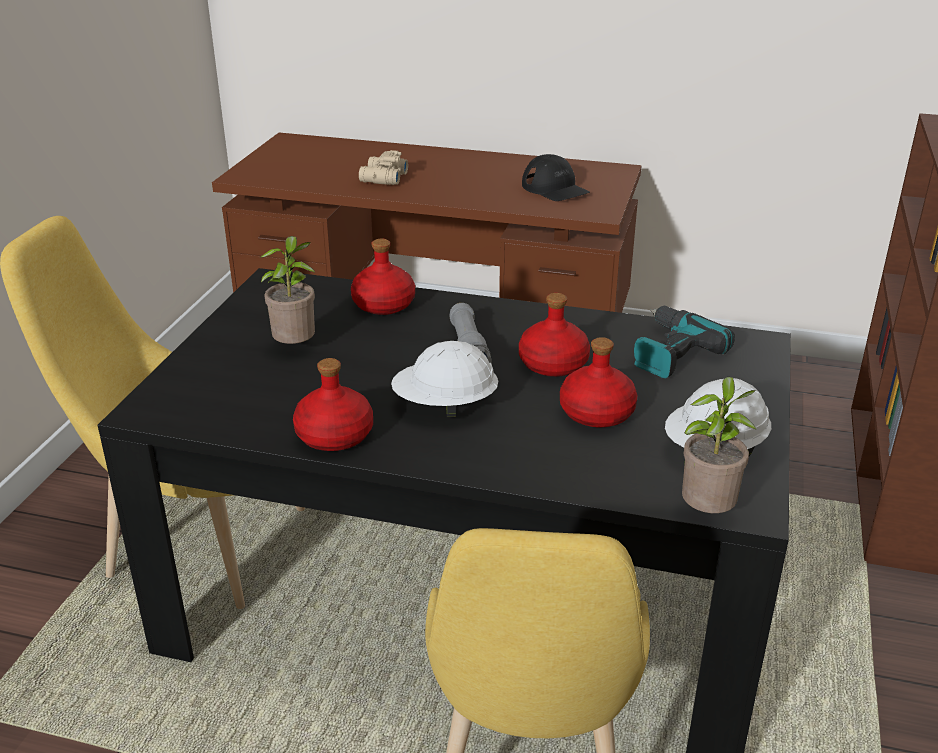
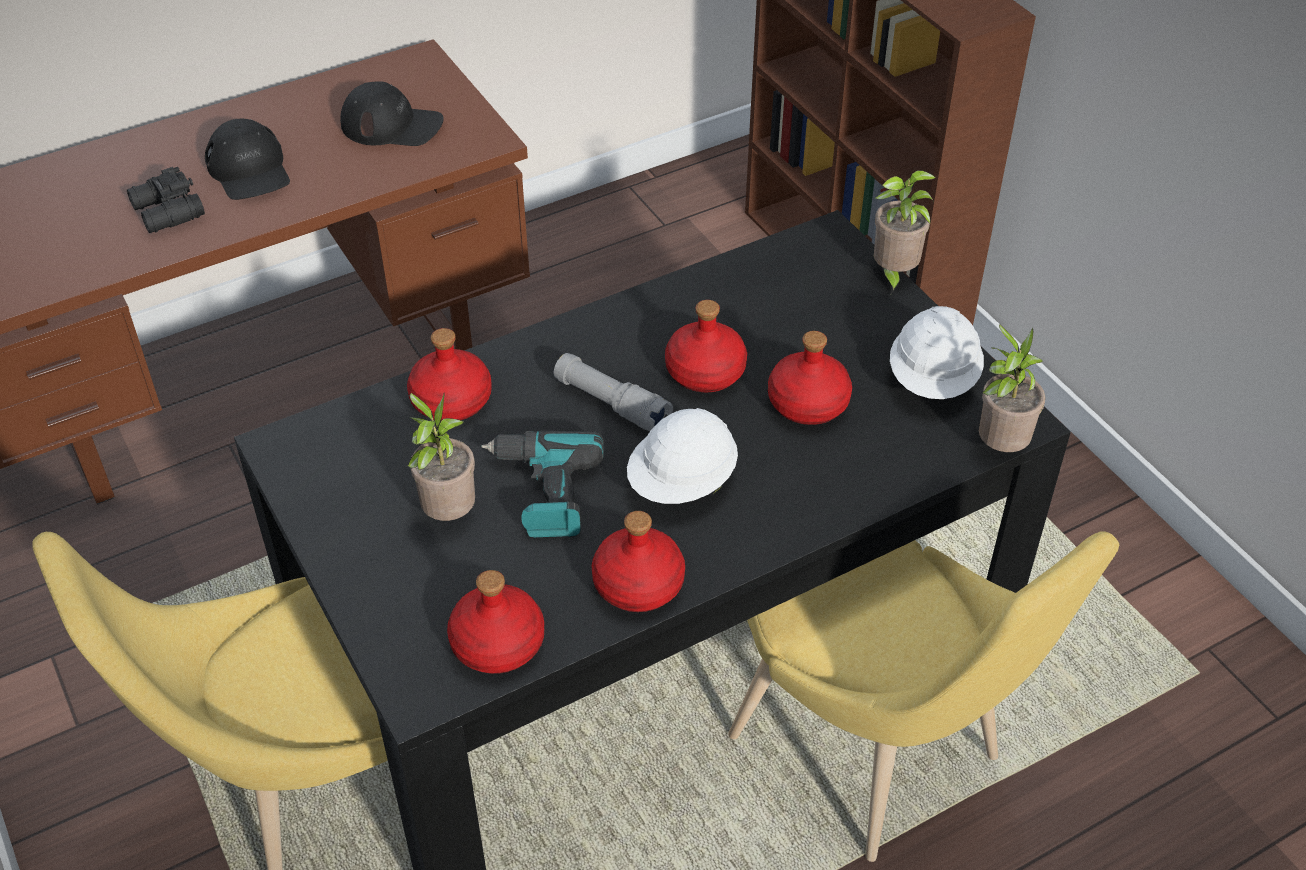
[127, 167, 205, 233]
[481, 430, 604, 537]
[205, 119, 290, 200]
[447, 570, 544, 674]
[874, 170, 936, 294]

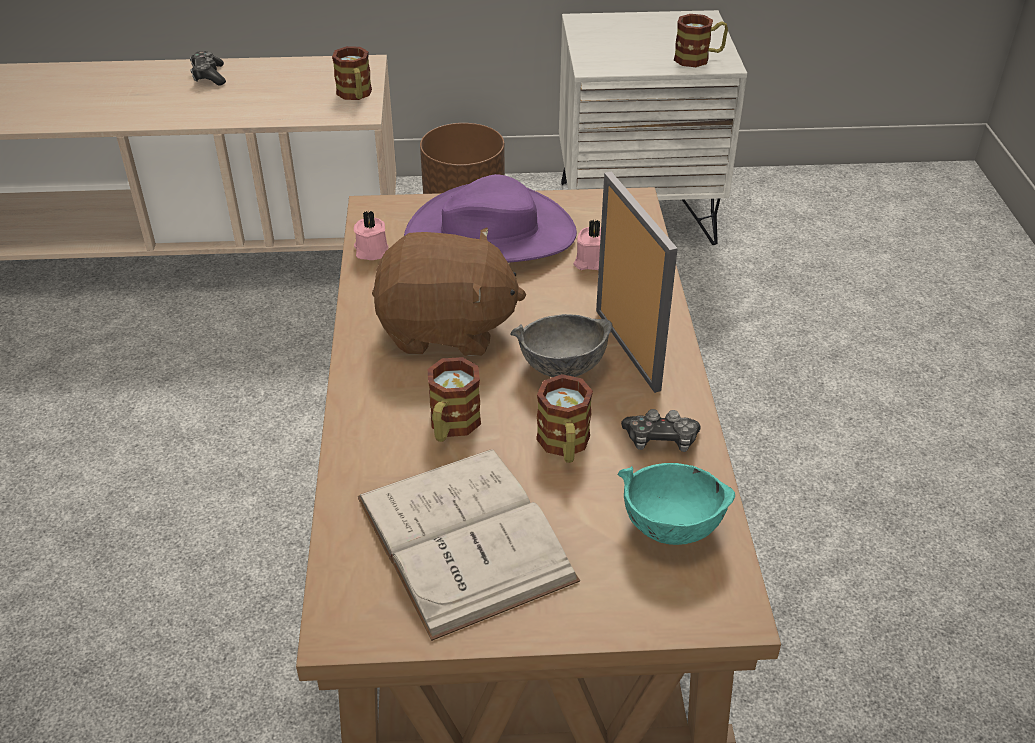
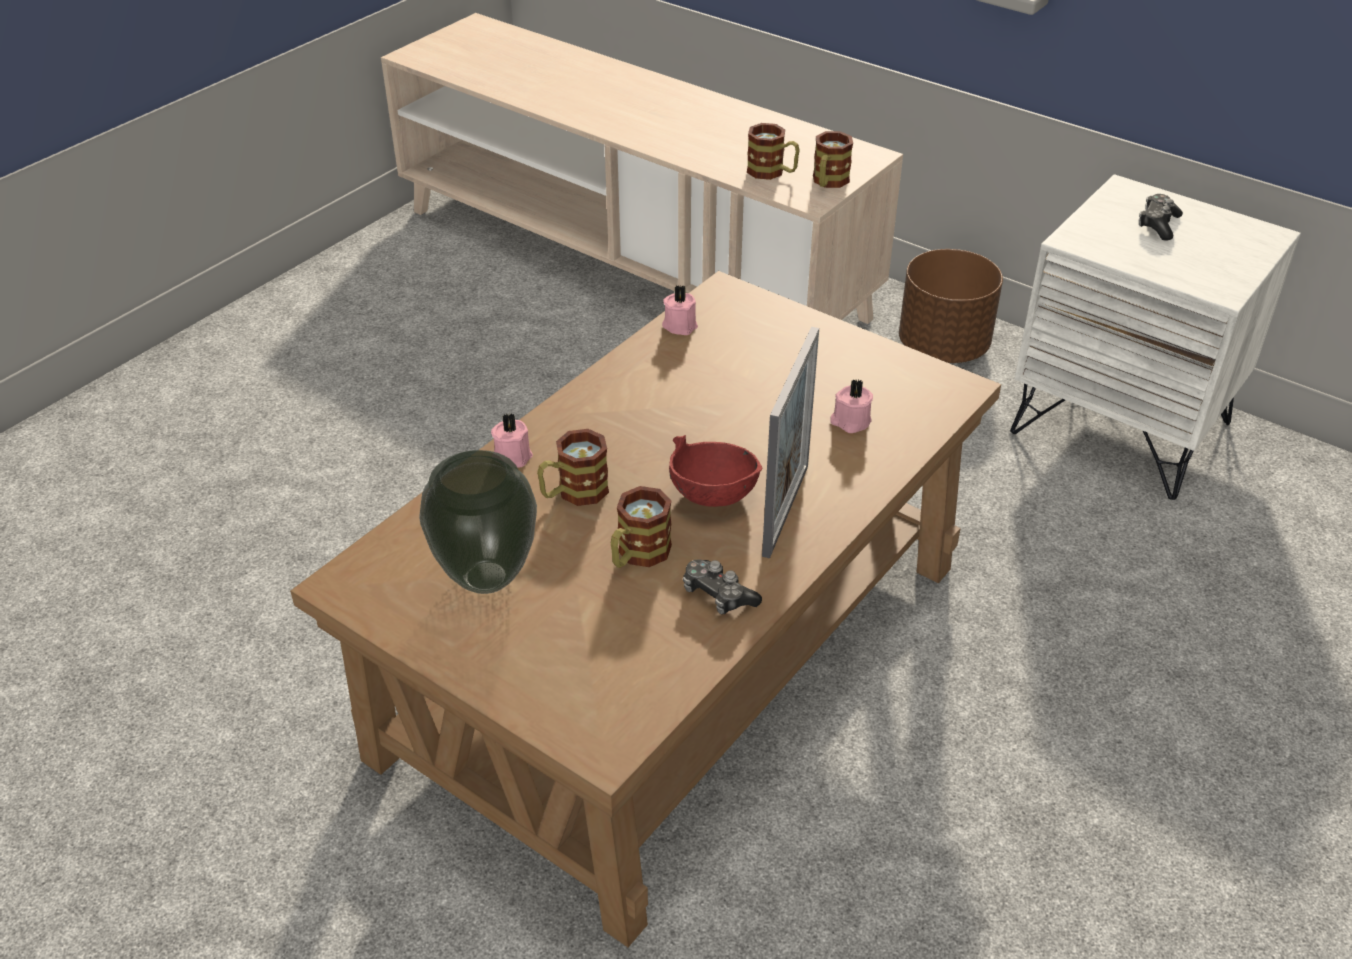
[1139, 194, 1183, 241]
[419, 450, 537, 594]
[372, 228, 526, 356] (first image)
[404, 174, 577, 263] (first image)
[669, 435, 763, 507]
[617, 463, 735, 545] (first image)
[747, 123, 800, 180]
[491, 413, 533, 467]

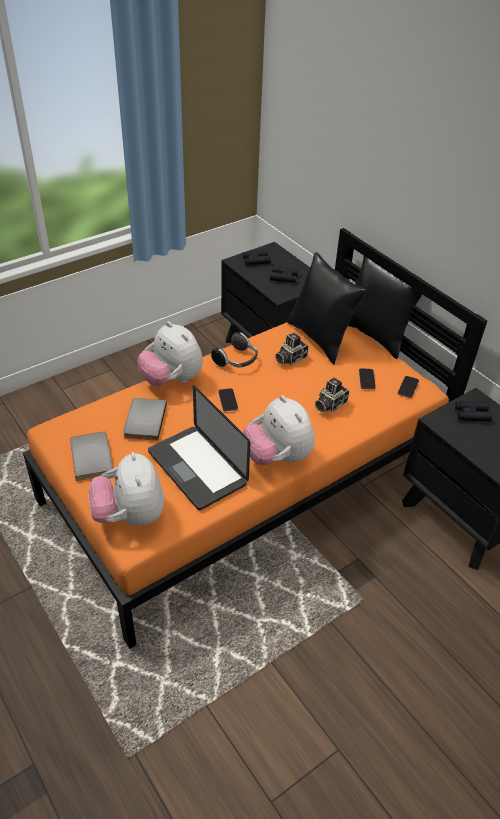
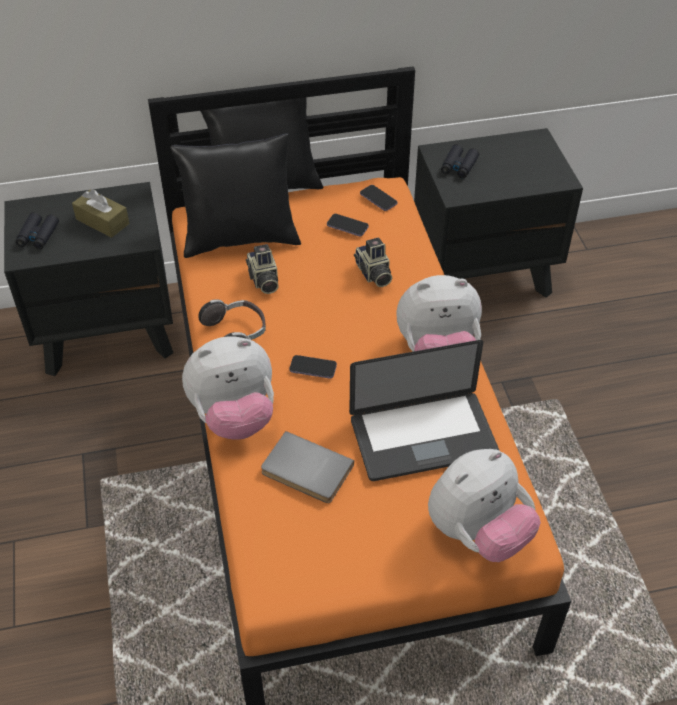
[70, 432, 113, 481] (first image)
[428, 449, 541, 562]
[72, 189, 129, 238]

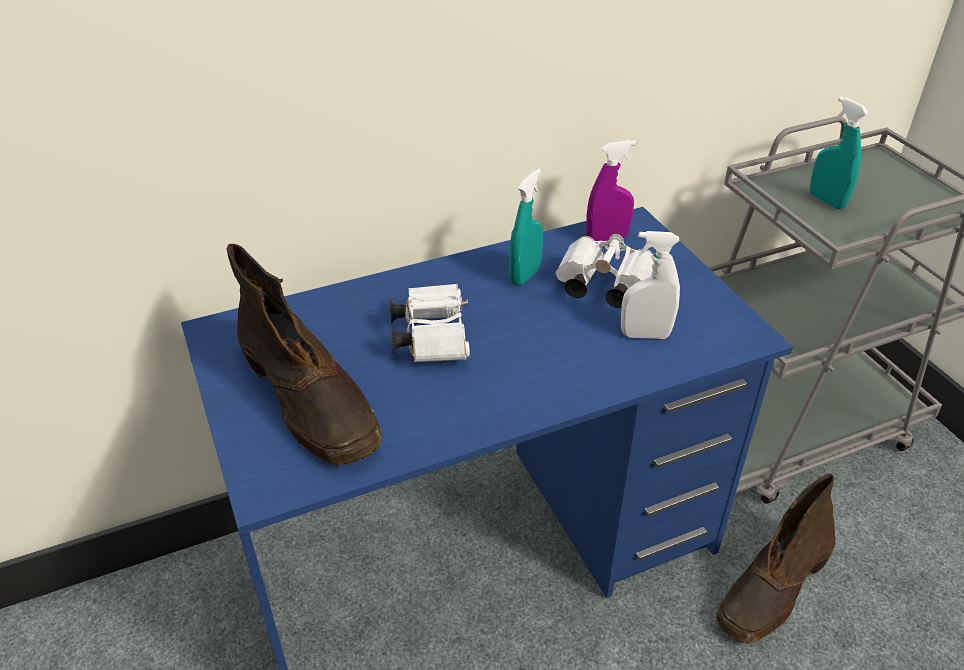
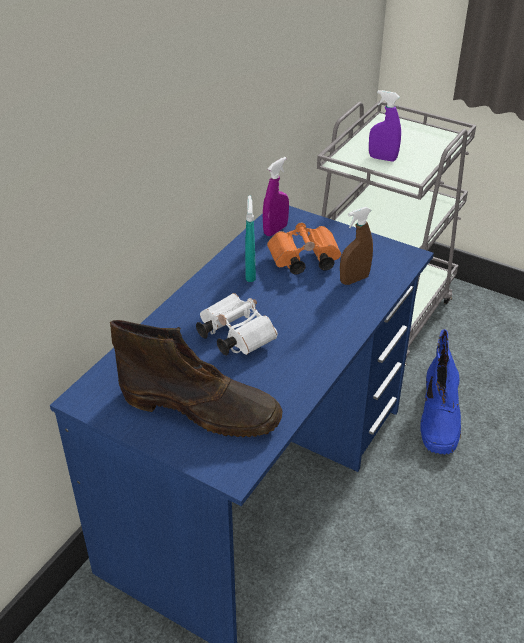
[267, 223, 341, 274]
[340, 207, 373, 285]
[420, 329, 461, 455]
[369, 90, 401, 161]

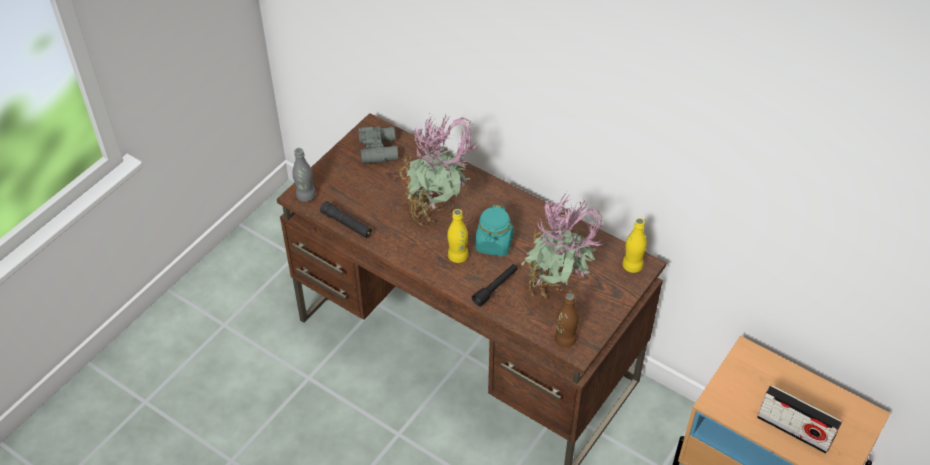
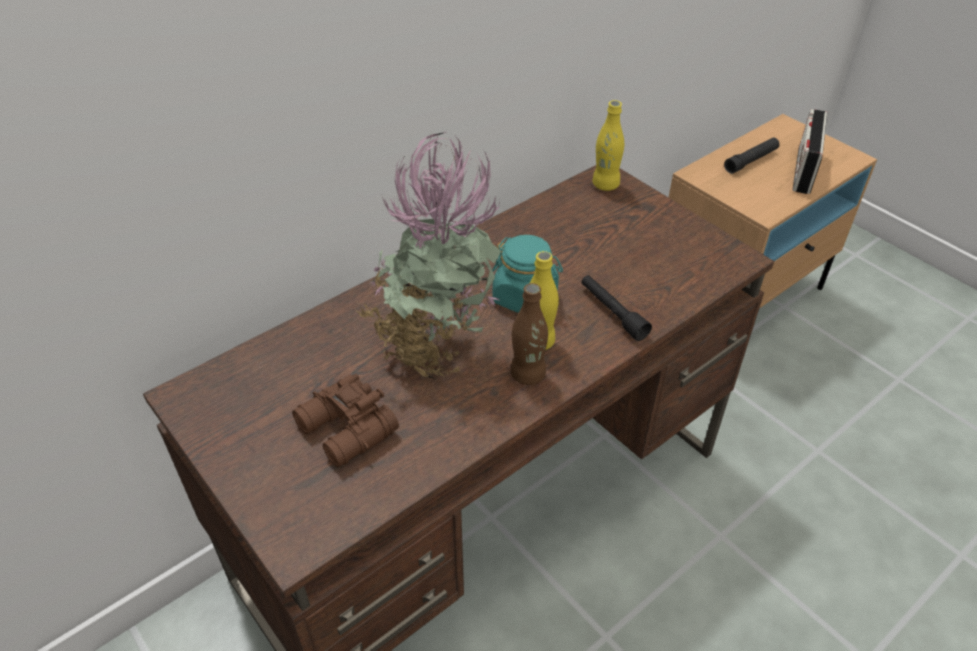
[292, 148, 316, 202] (first image)
[724, 138, 780, 174]
[358, 126, 398, 164] (first image)
[521, 192, 604, 299] (first image)
[511, 283, 548, 385]
[792, 109, 827, 194]
[292, 373, 399, 468]

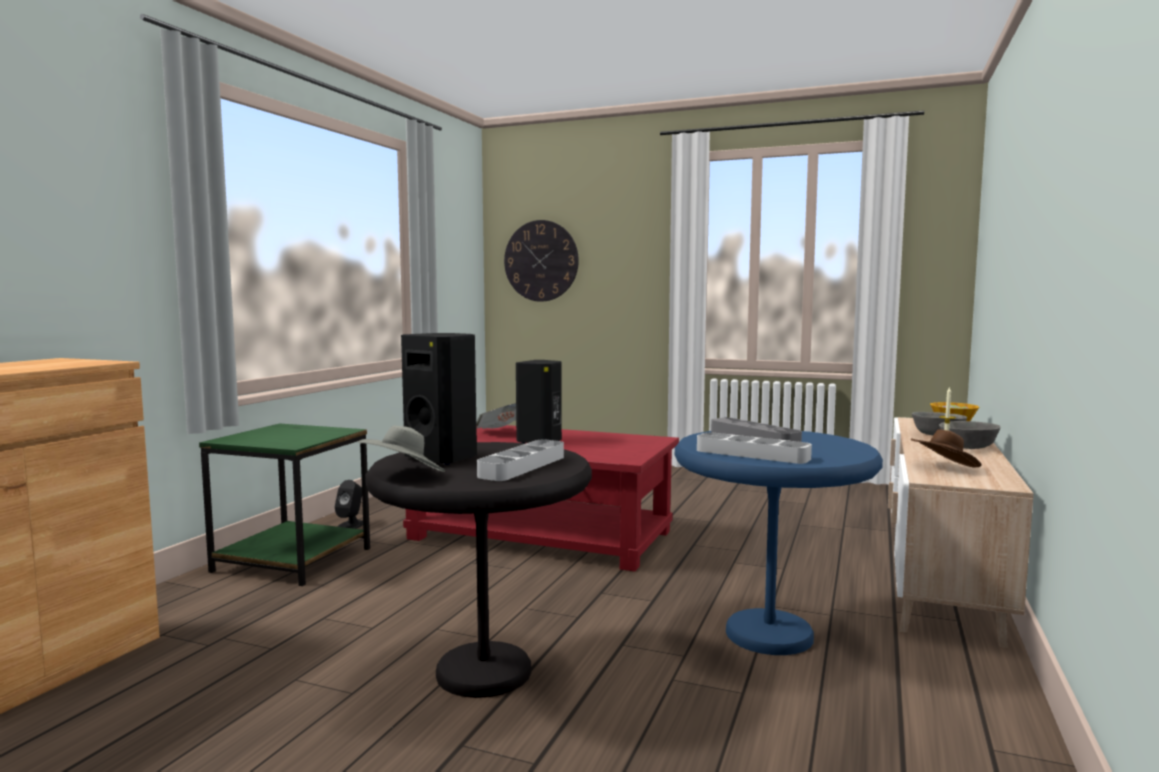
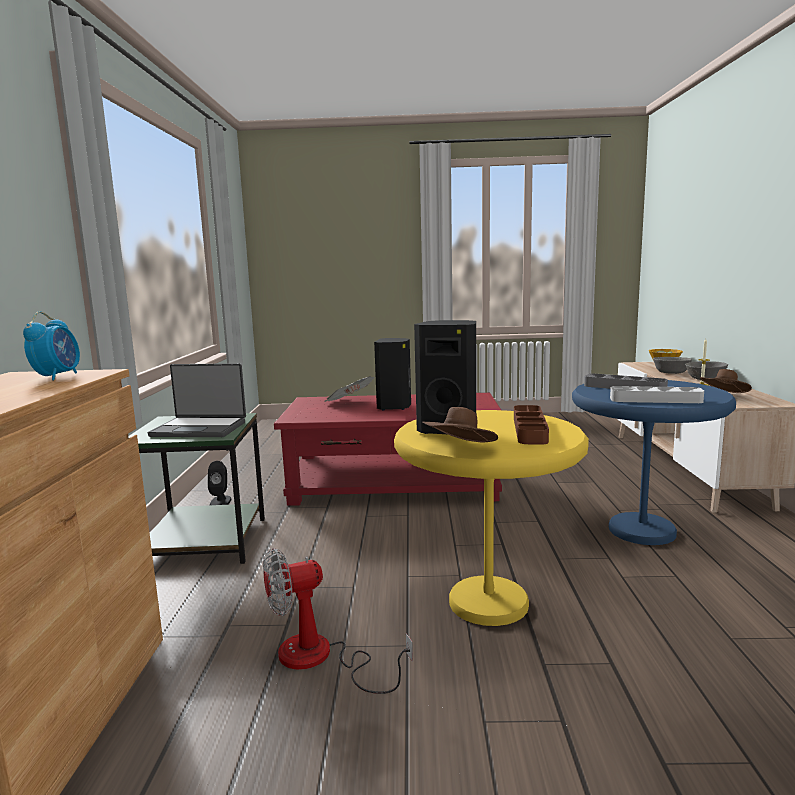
[422, 407, 498, 443]
[394, 410, 589, 626]
[514, 405, 549, 445]
[504, 220, 579, 302] (first image)
[23, 311, 80, 380]
[148, 363, 246, 437]
[263, 548, 413, 694]

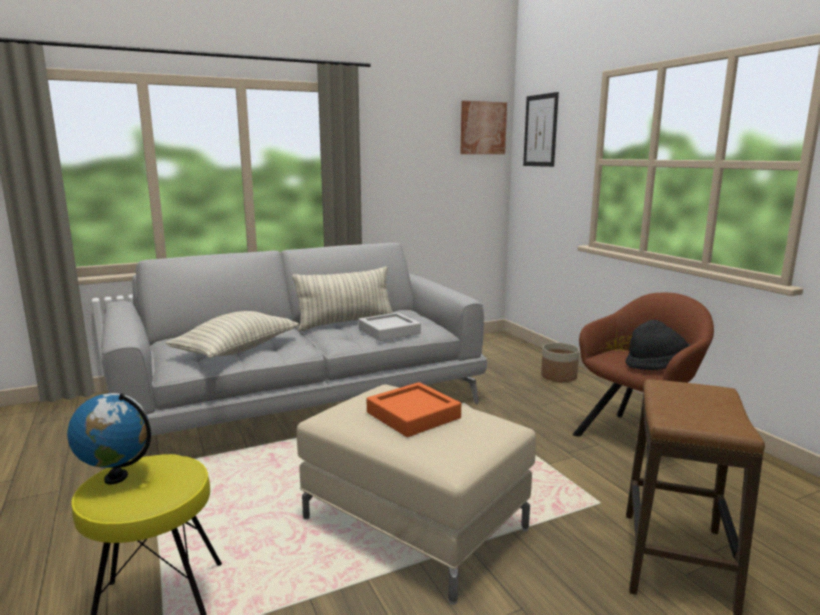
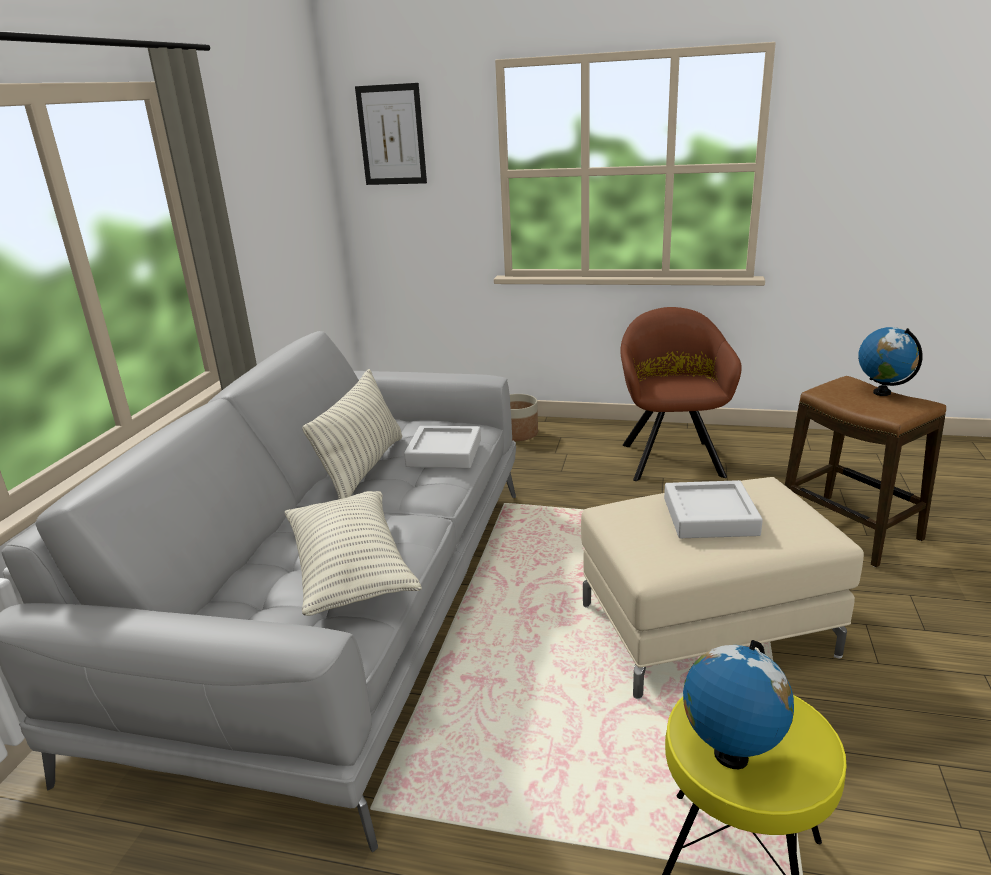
[664, 480, 763, 538]
[460, 101, 507, 154] (first image)
[626, 320, 690, 370] (first image)
[858, 327, 923, 396]

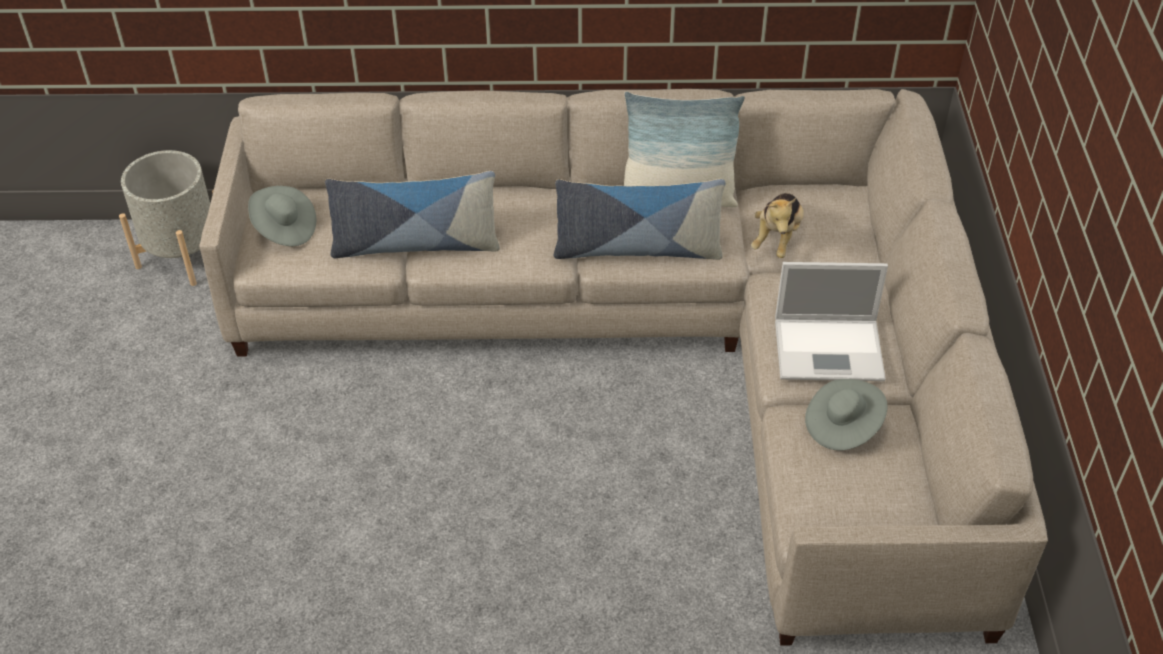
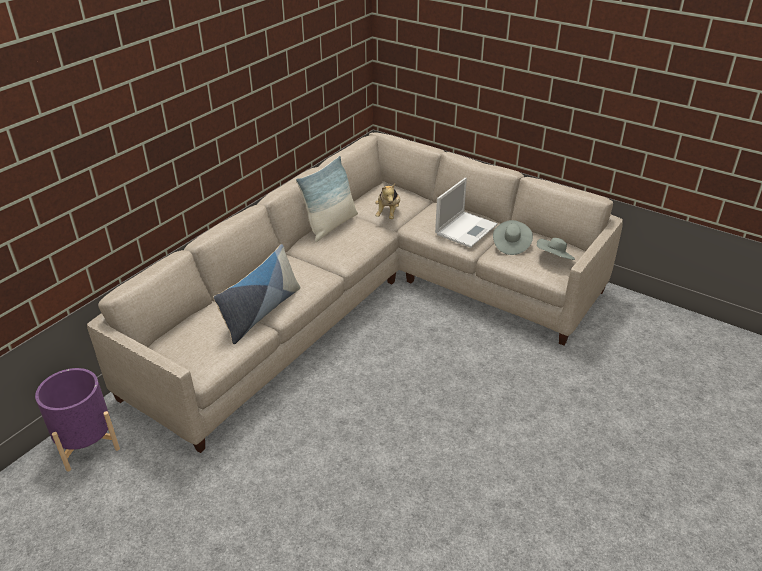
[35, 368, 120, 472]
[537, 238, 575, 260]
[553, 179, 726, 260] (first image)
[375, 184, 400, 219]

